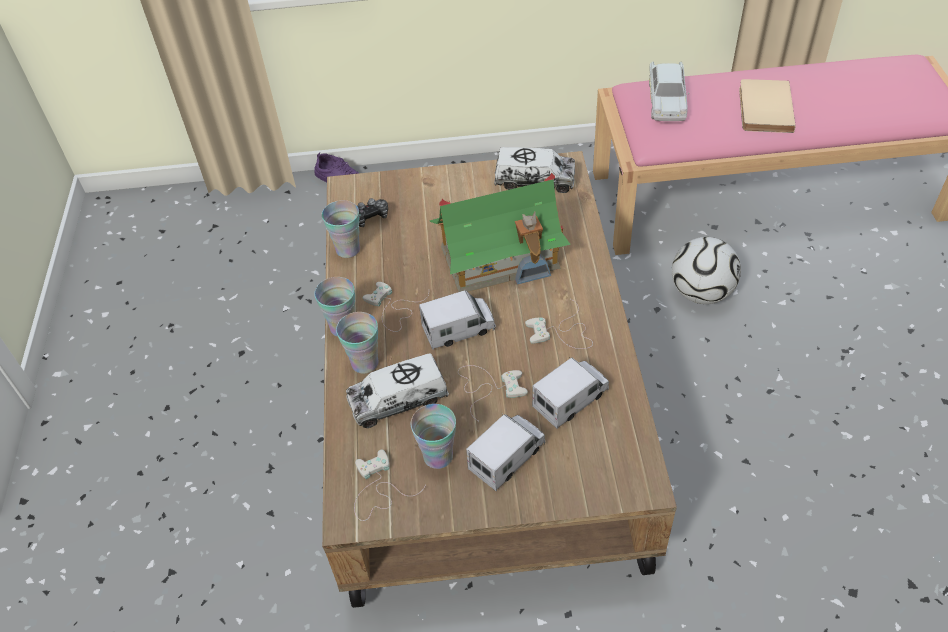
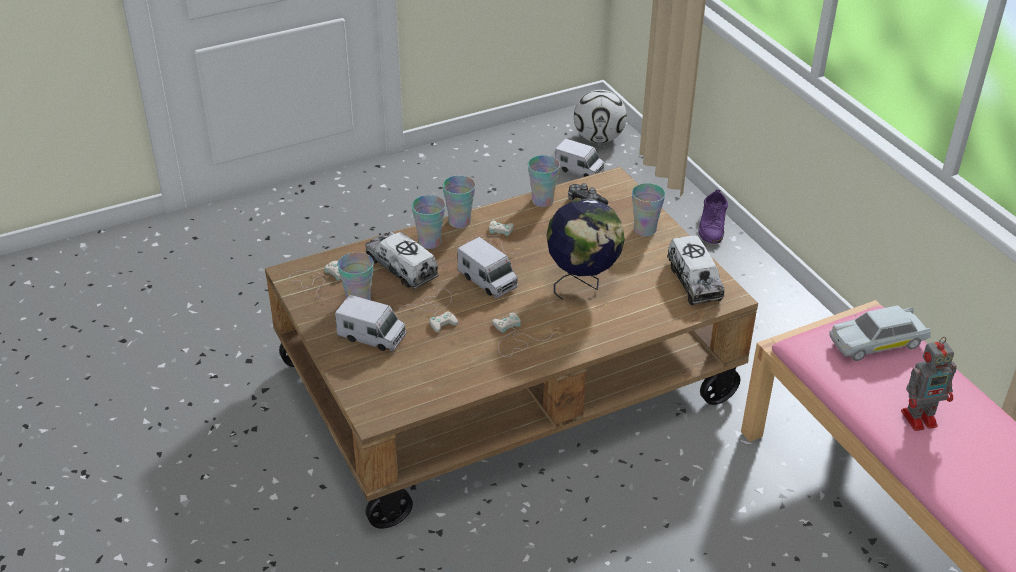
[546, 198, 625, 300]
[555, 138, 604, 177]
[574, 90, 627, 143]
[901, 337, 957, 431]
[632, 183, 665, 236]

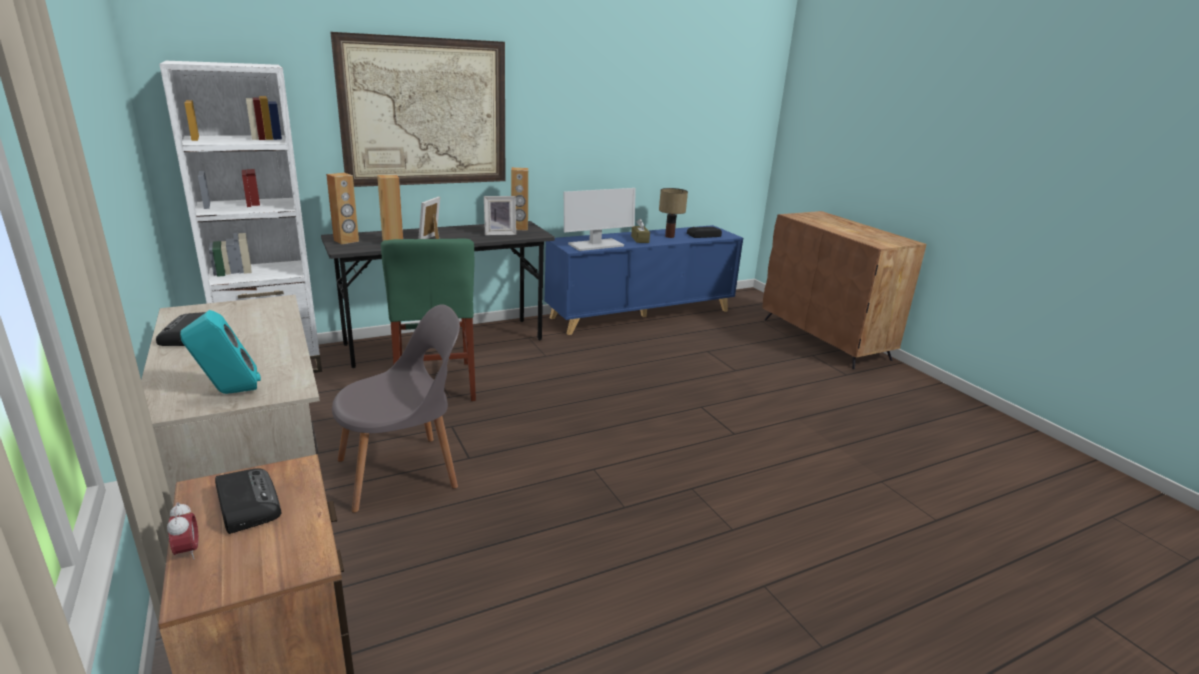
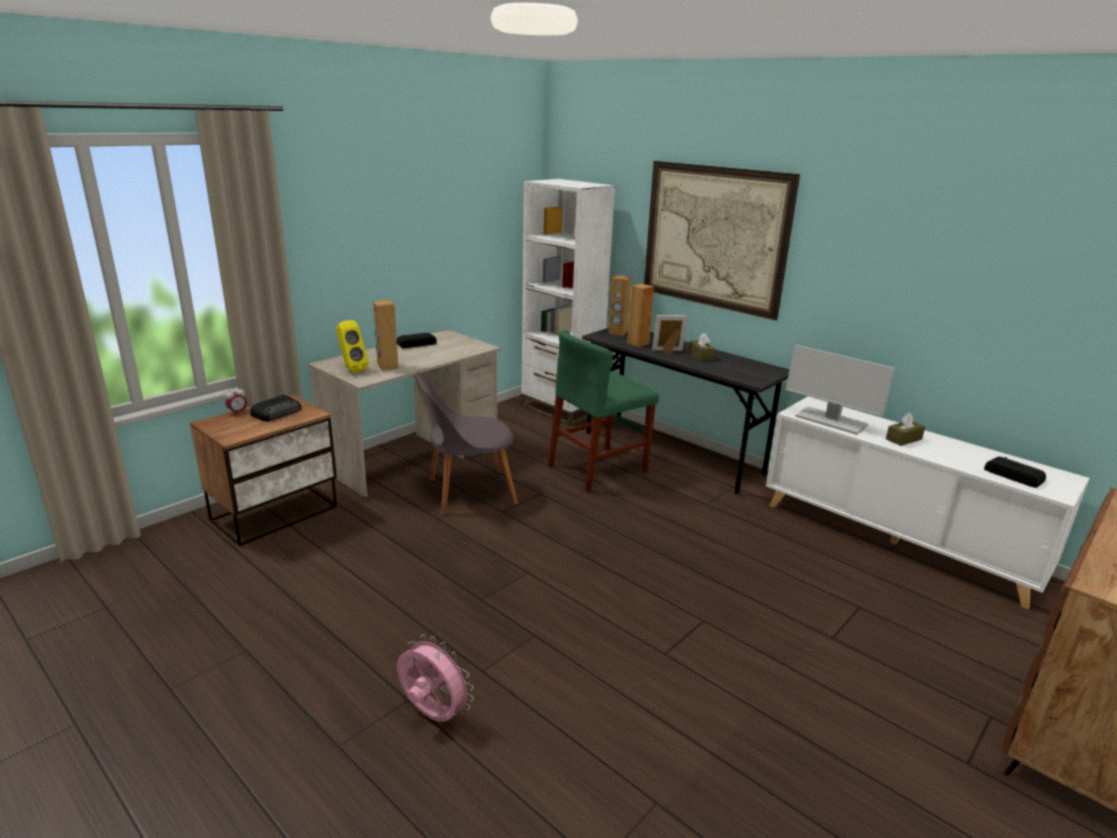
[336, 320, 369, 372]
[416, 372, 518, 515]
[484, 196, 516, 235] (first image)
[373, 300, 398, 371]
[766, 397, 1090, 610]
[659, 188, 688, 238] (first image)
[397, 634, 474, 722]
[689, 333, 715, 361]

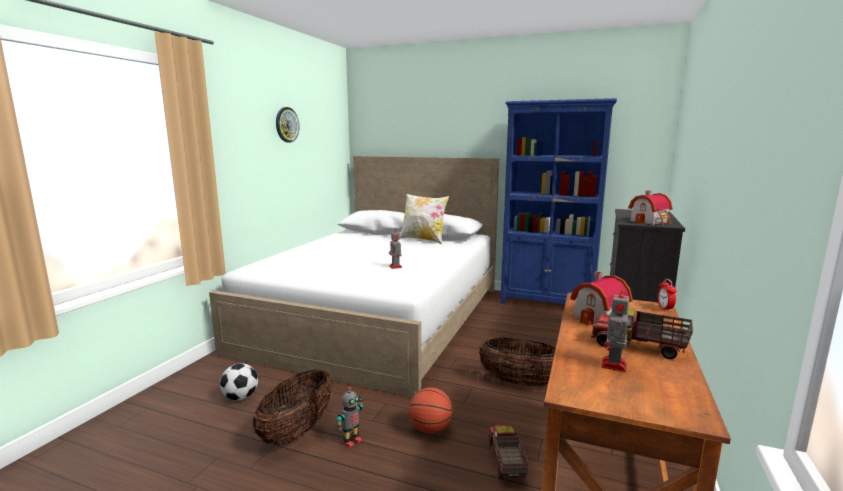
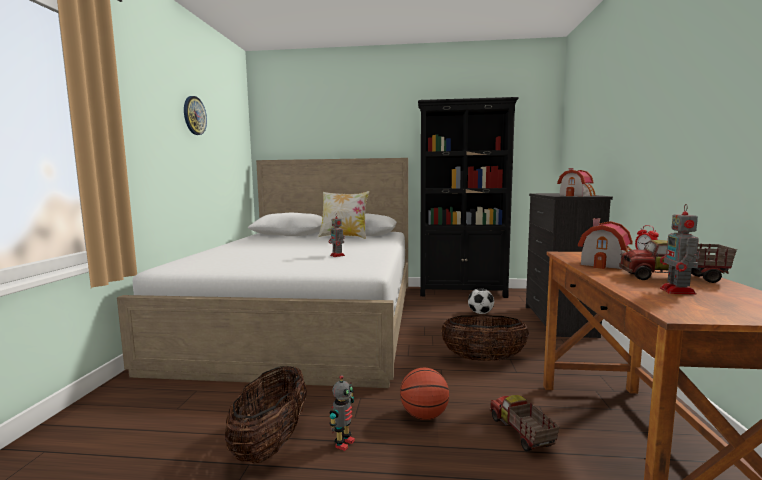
[468, 288, 494, 314]
[418, 97, 519, 298]

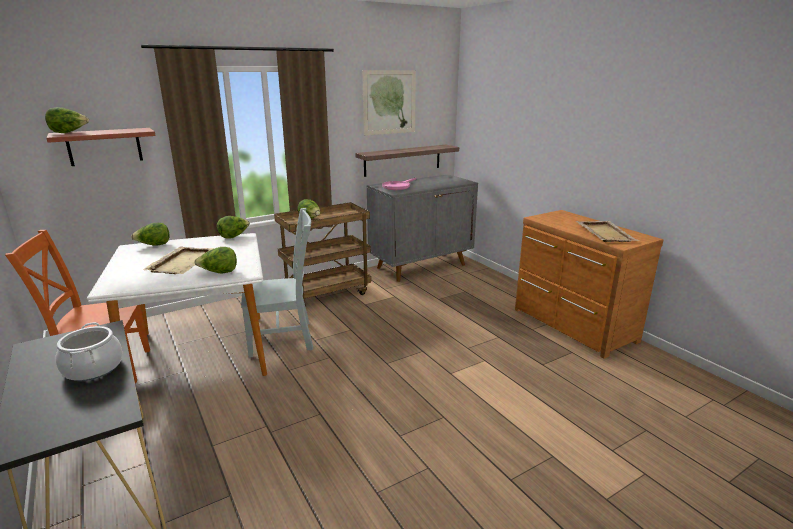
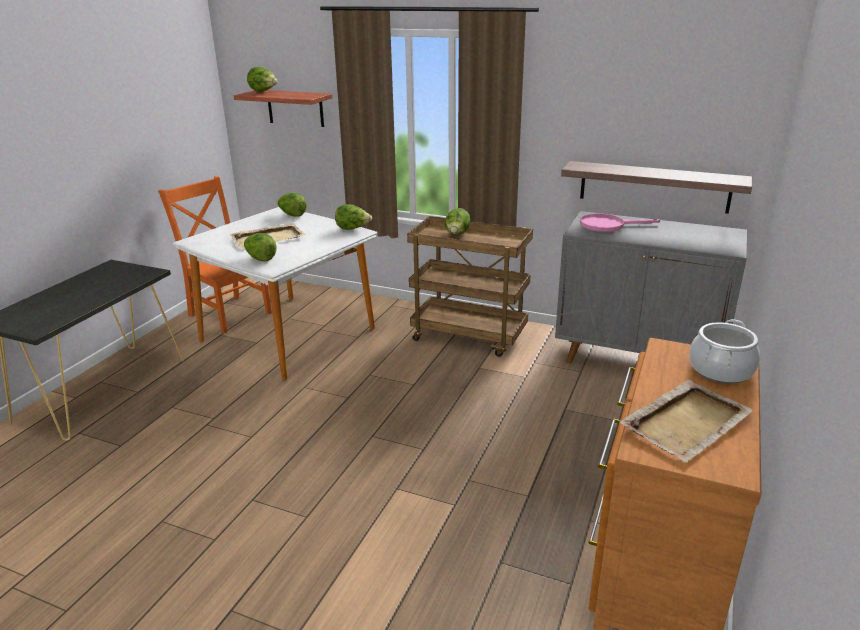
[689, 319, 760, 384]
[241, 208, 314, 358] (first image)
[362, 70, 416, 136] (first image)

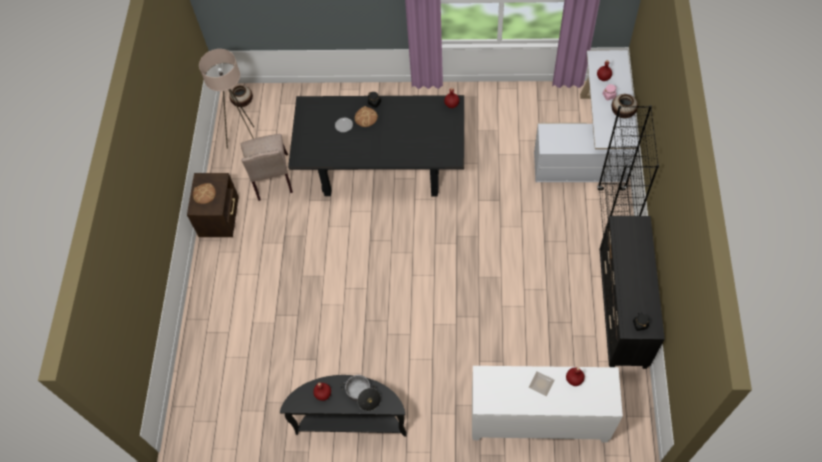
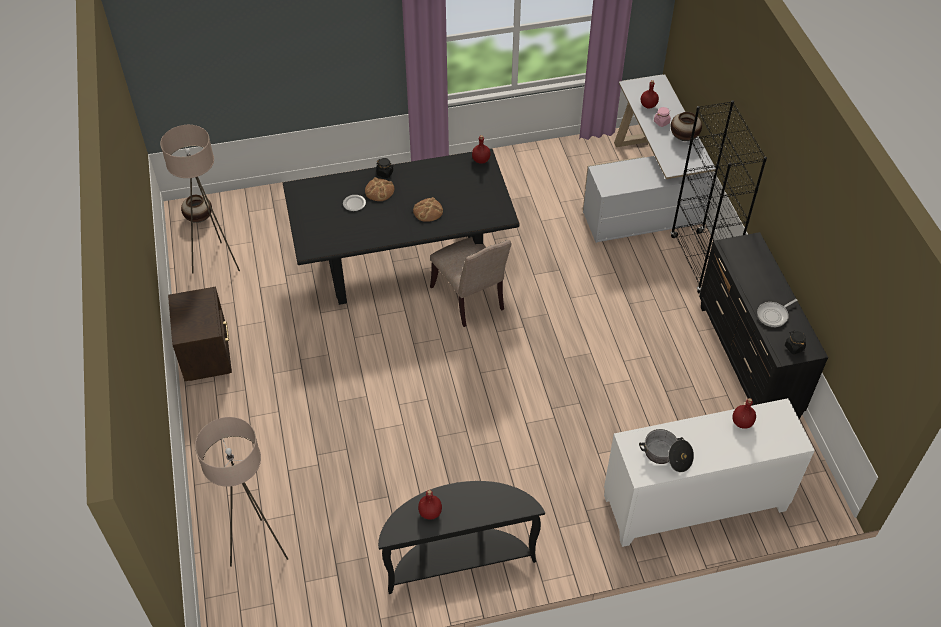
[413, 197, 443, 222]
[430, 237, 512, 327]
[639, 429, 694, 472]
[529, 371, 554, 396] (first image)
[195, 417, 288, 567]
[757, 299, 797, 327]

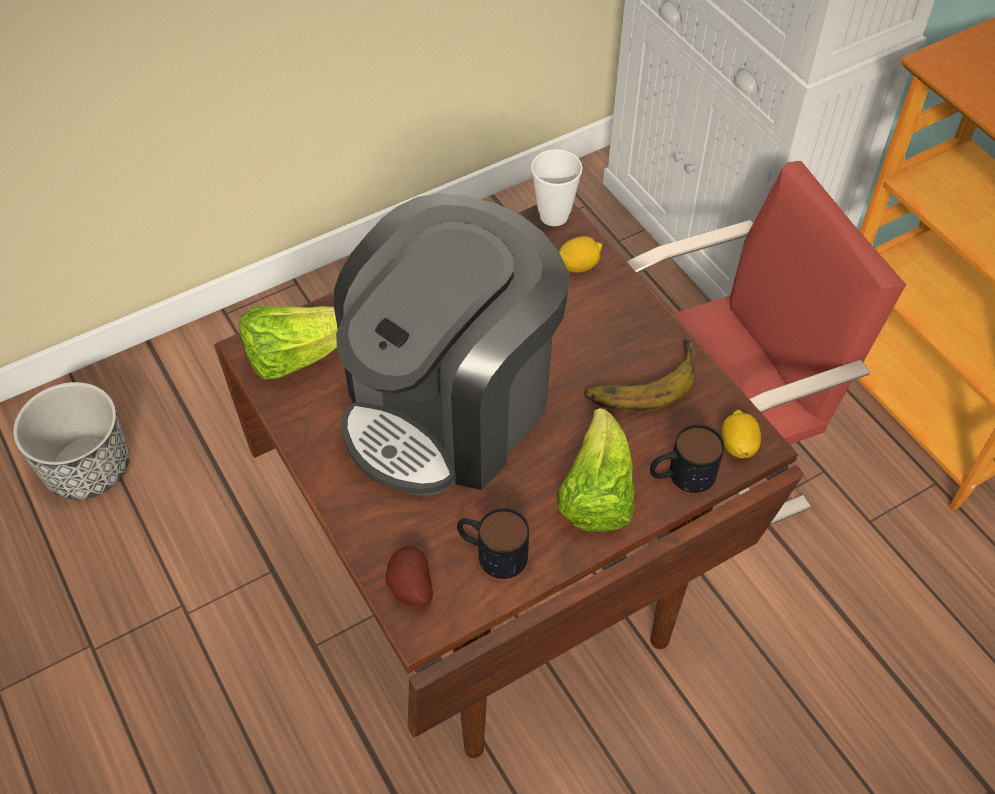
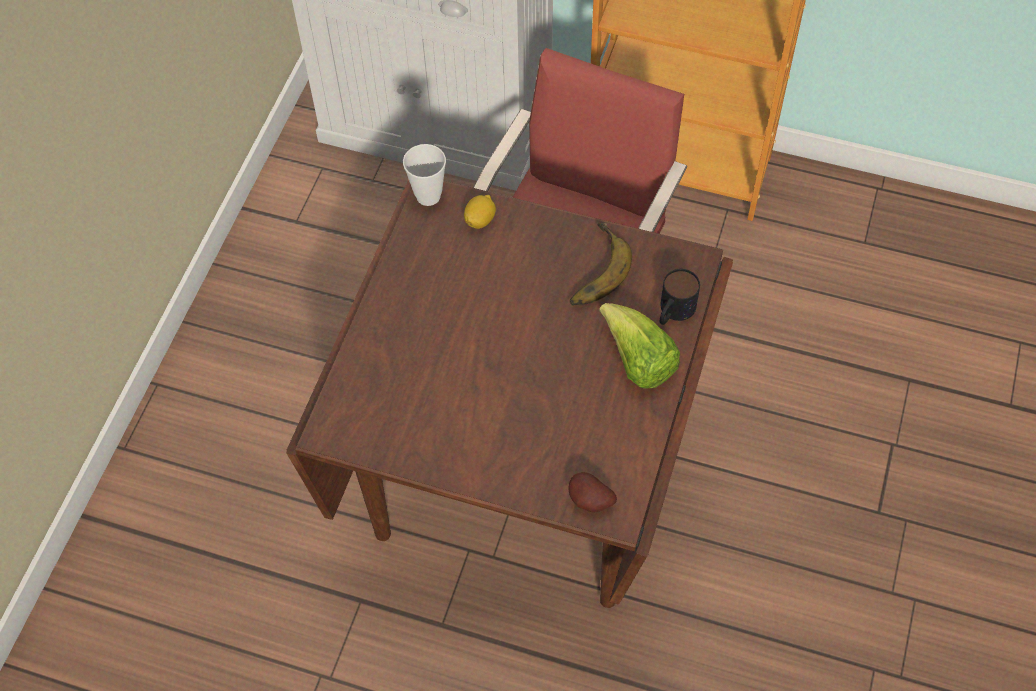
[13, 382, 129, 500] (first image)
[239, 306, 338, 380] (first image)
[334, 193, 569, 496] (first image)
[457, 508, 529, 579] (first image)
[722, 410, 761, 458] (first image)

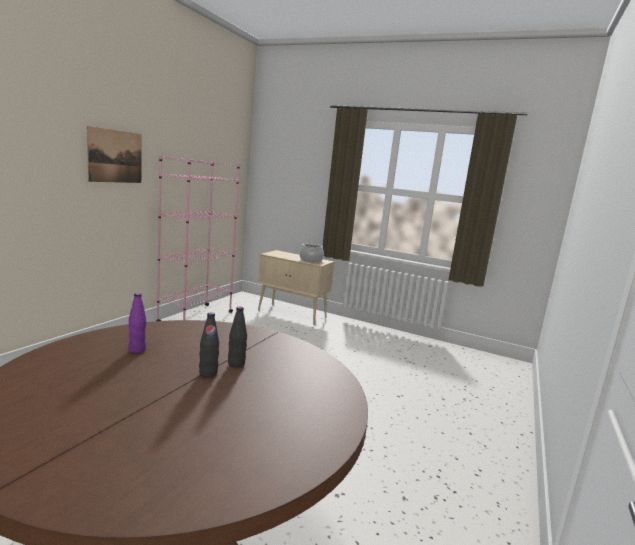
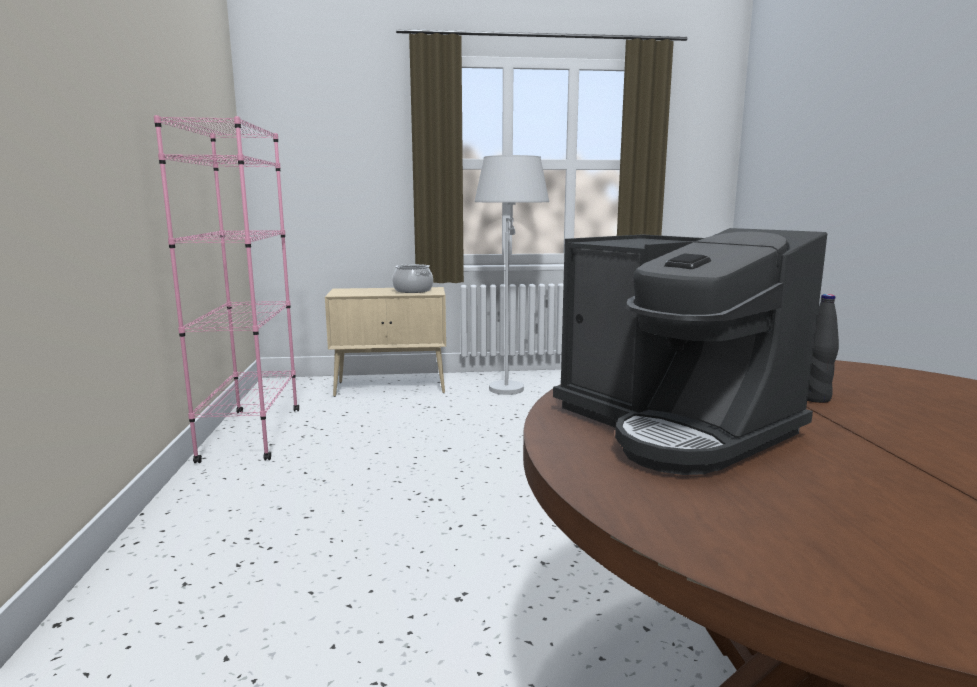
[87, 126, 142, 183] (first image)
[553, 228, 827, 475]
[199, 312, 219, 377] (first image)
[475, 155, 549, 395]

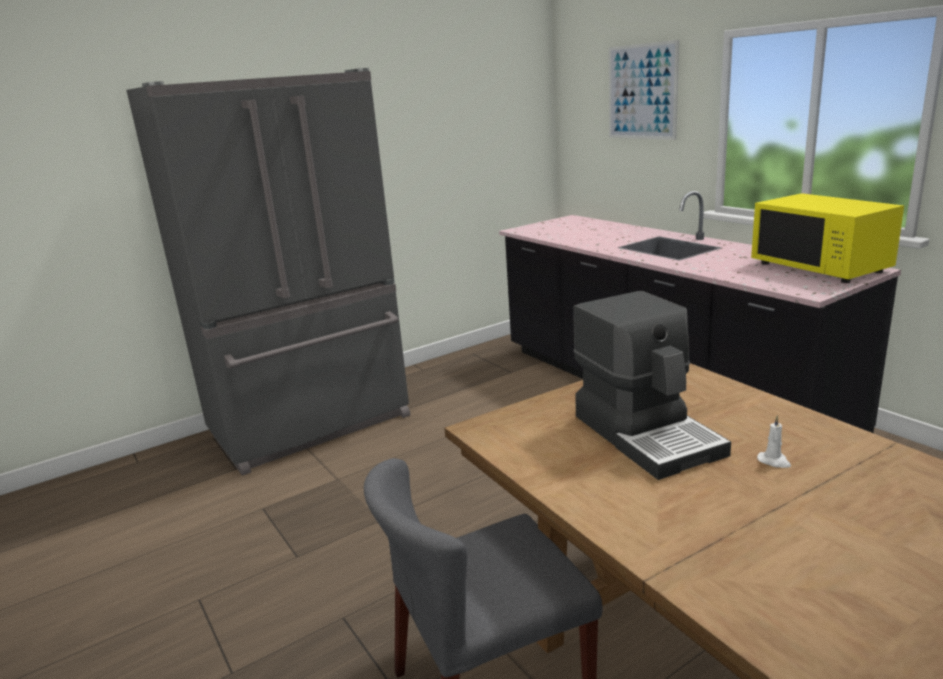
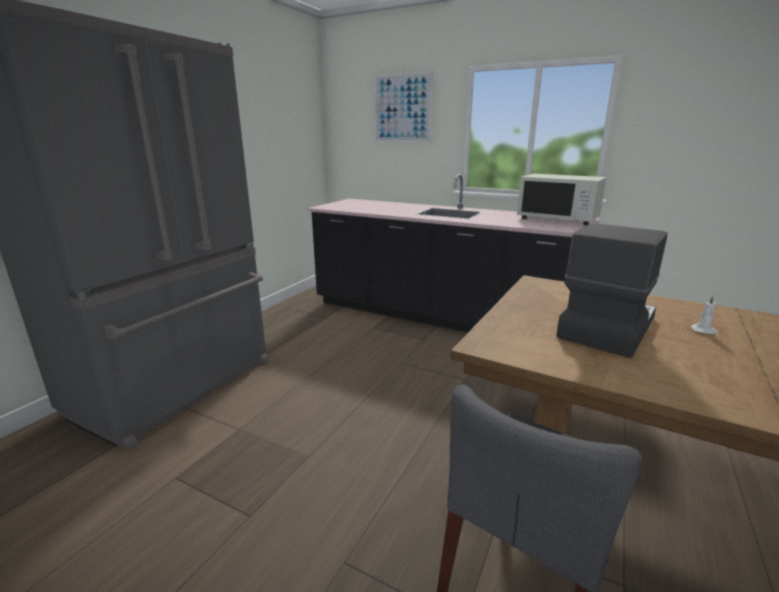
[556, 223, 668, 358]
[517, 174, 607, 225]

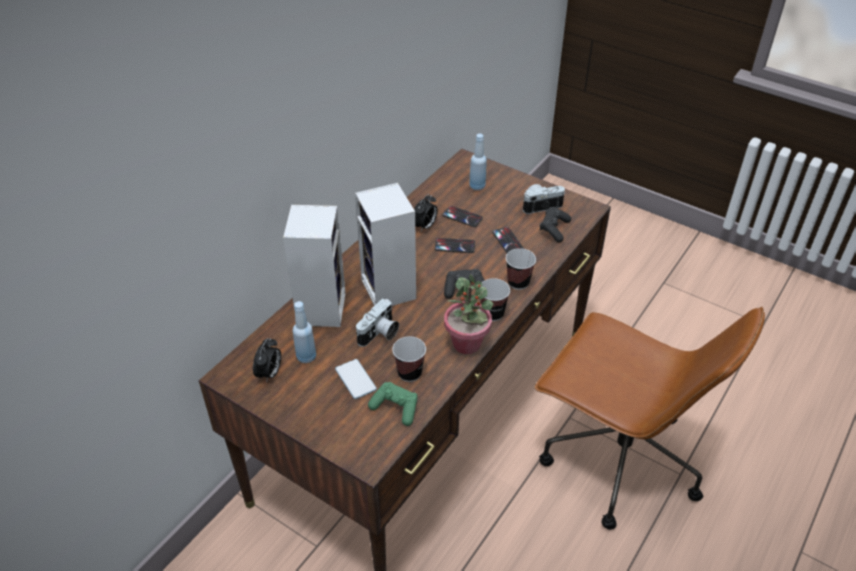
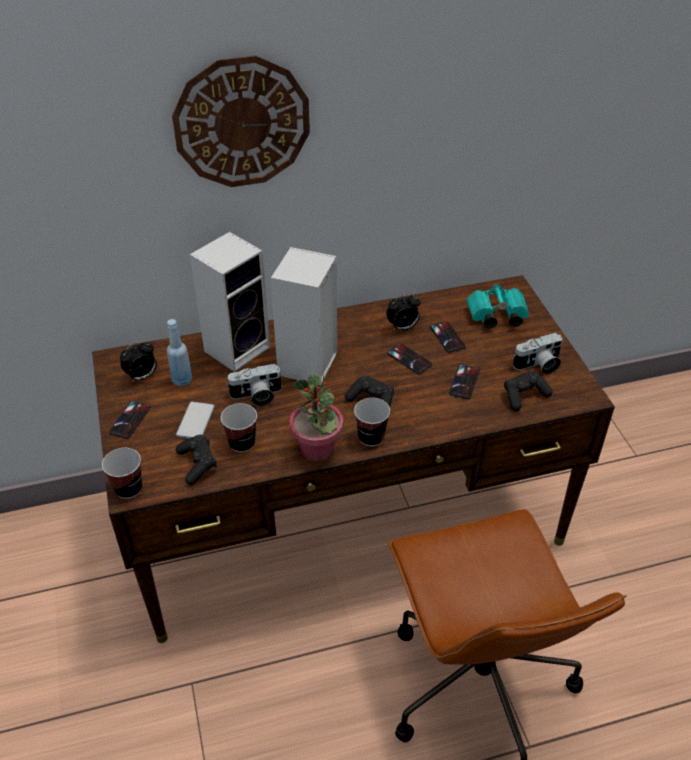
[176, 435, 217, 485]
[466, 284, 529, 329]
[102, 448, 142, 499]
[513, 333, 562, 375]
[109, 401, 150, 439]
[172, 55, 310, 187]

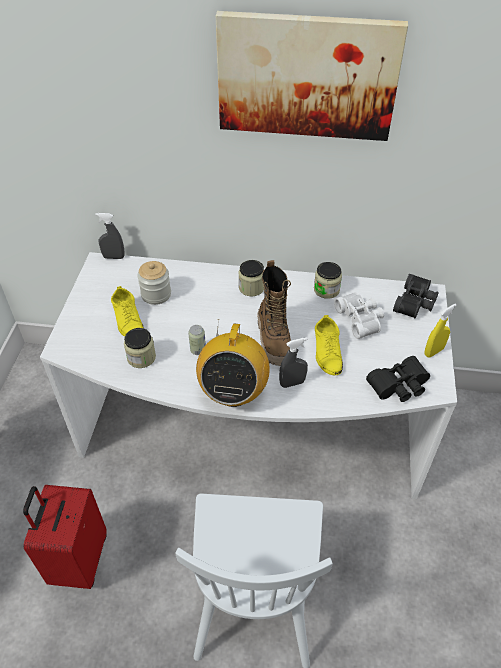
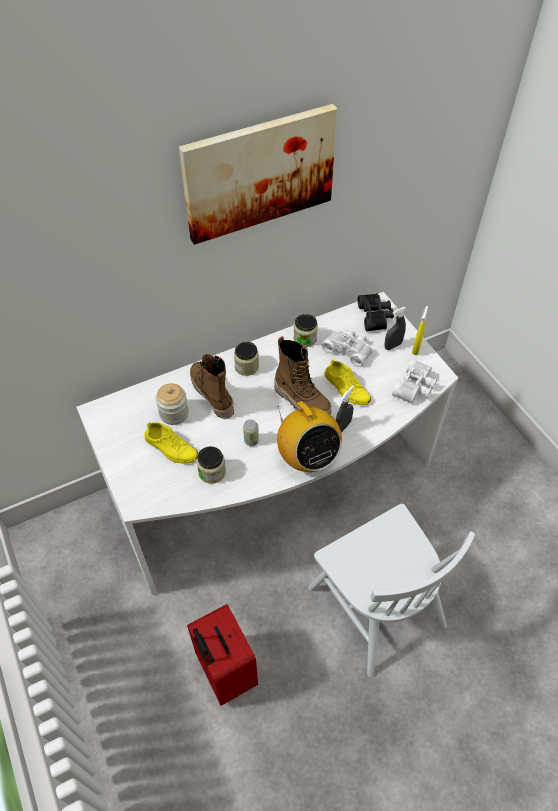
[384, 307, 406, 350]
[392, 359, 437, 404]
[190, 354, 234, 419]

